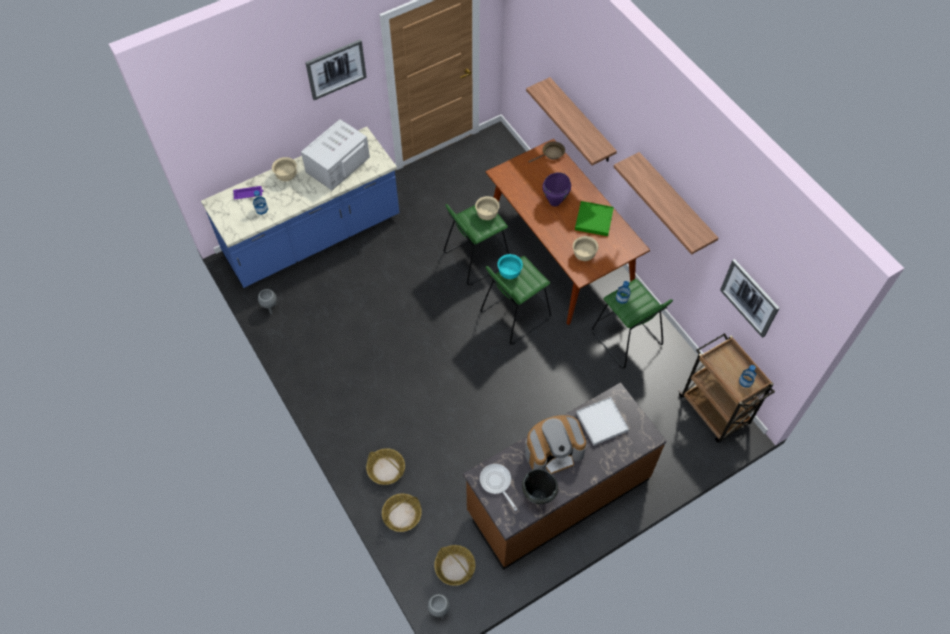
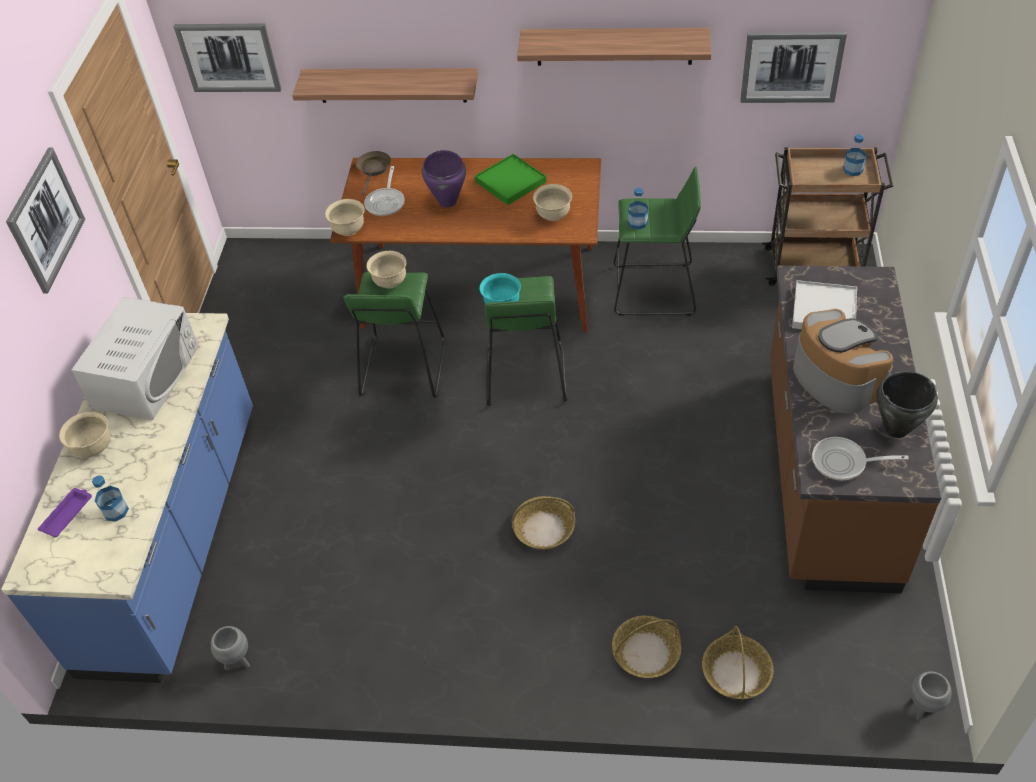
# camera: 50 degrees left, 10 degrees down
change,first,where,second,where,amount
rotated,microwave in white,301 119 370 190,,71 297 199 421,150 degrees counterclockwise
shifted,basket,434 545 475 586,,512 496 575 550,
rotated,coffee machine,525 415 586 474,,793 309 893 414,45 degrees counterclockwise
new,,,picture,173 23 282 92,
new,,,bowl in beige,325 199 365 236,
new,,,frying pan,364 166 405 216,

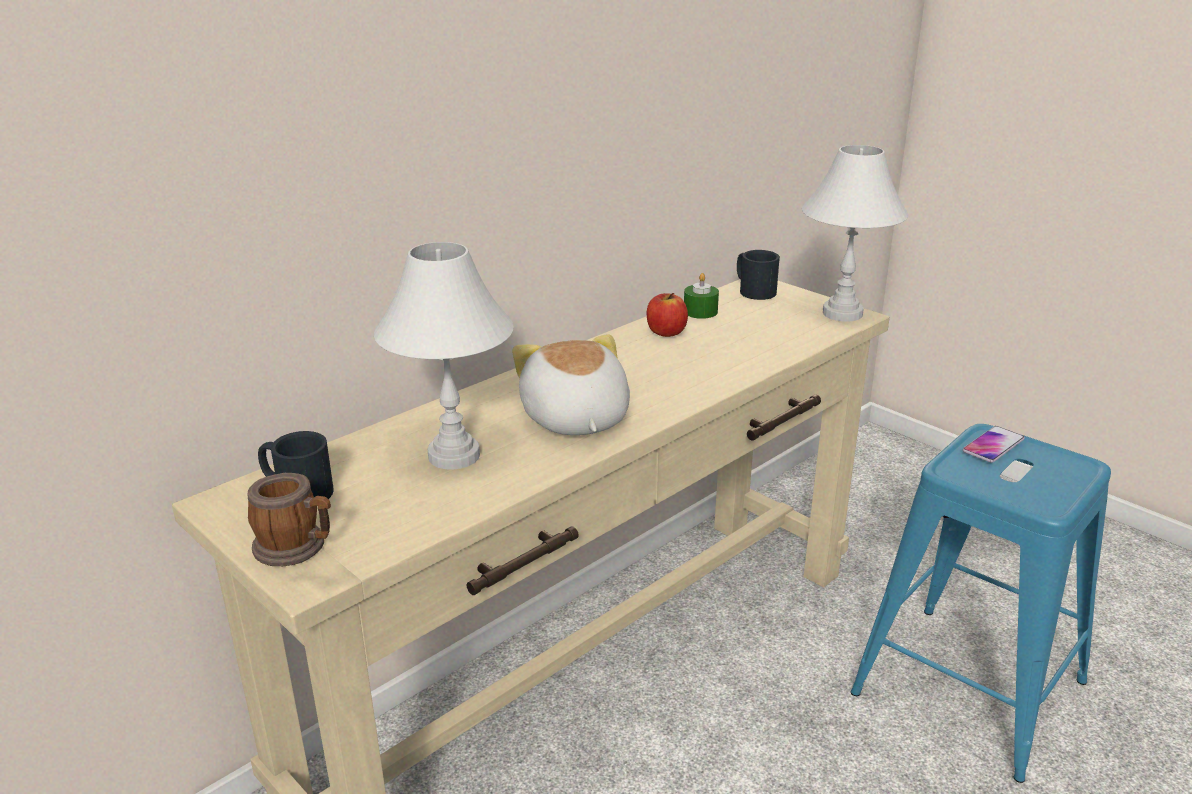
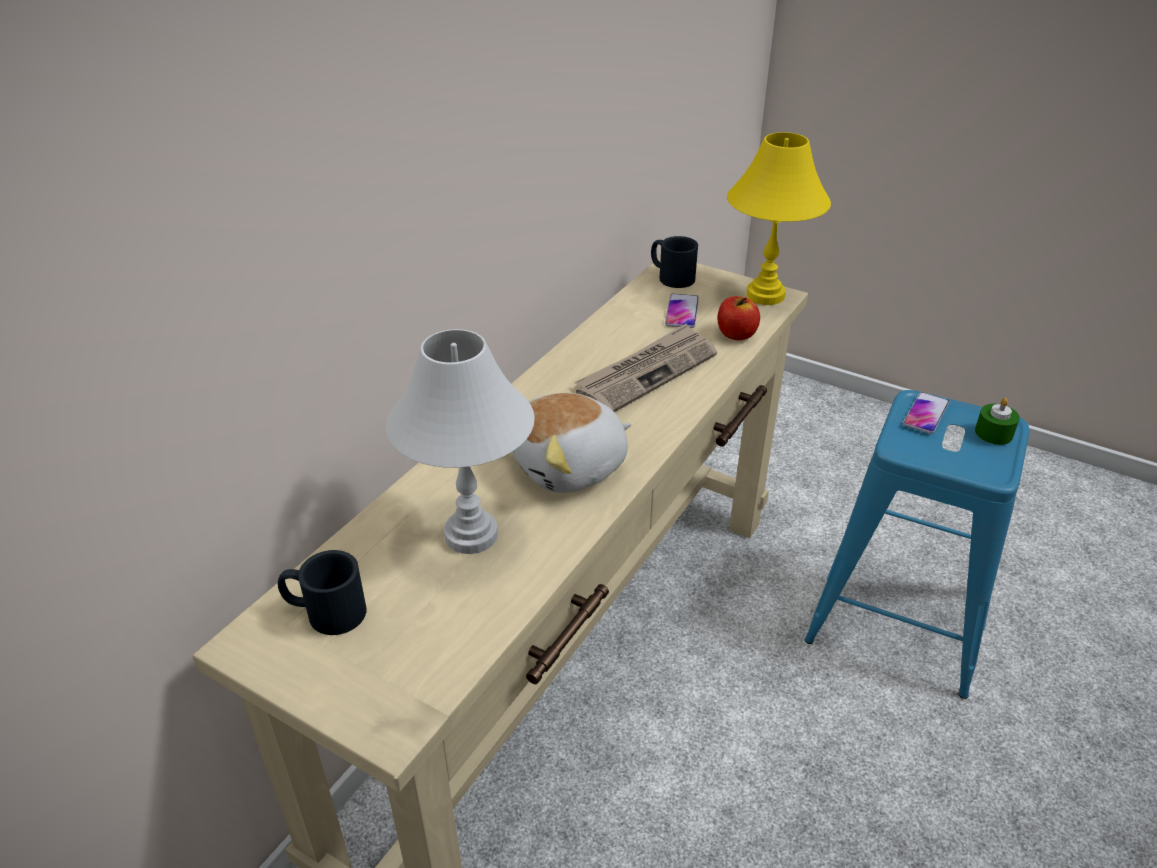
# camera: 15 degrees left, 10 degrees up
change,first,where,second,where,amount
gone,mug,247 473 331 566,,,
rotated,plush toy,512 334 630 435,,512 393 631 493,90 degrees counterclockwise
shifted,apple,647 293 688 337,,717 296 760 340,
shifted,candle in green,684 273 719 319,,975 398 1020 445,
repainted,table lamp in white,802 145 908 322,table lamp in yellow,727 132 831 305,
new,,,newspaper,574 323 717 412,
new,,,phone,665 293 699 328,

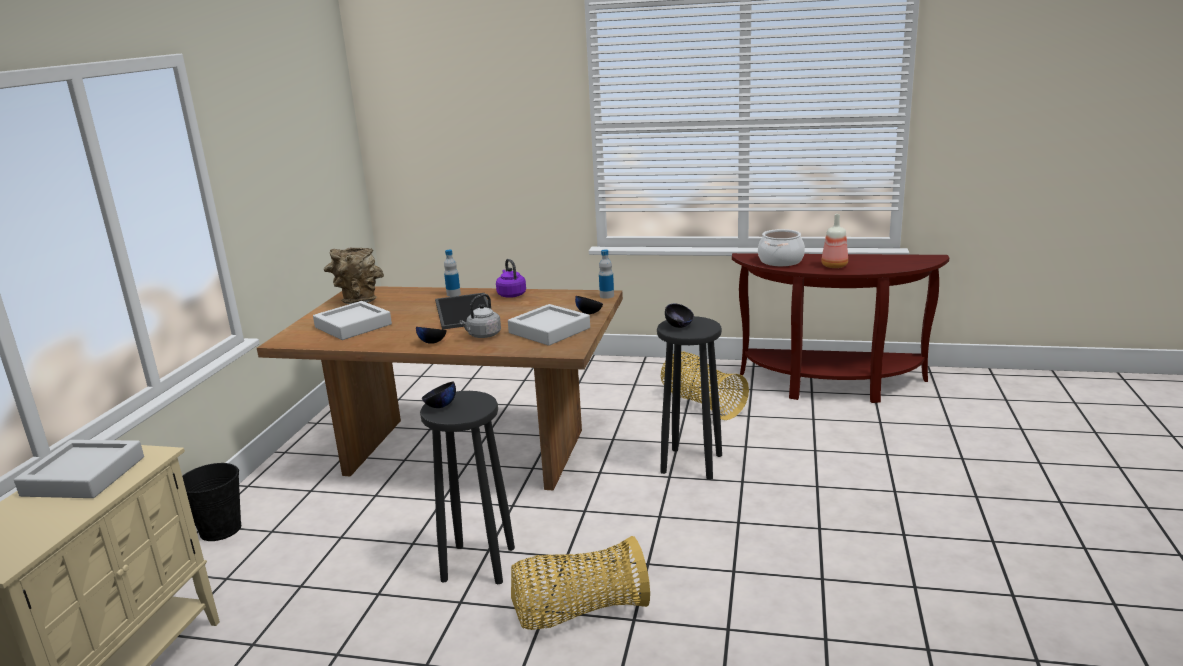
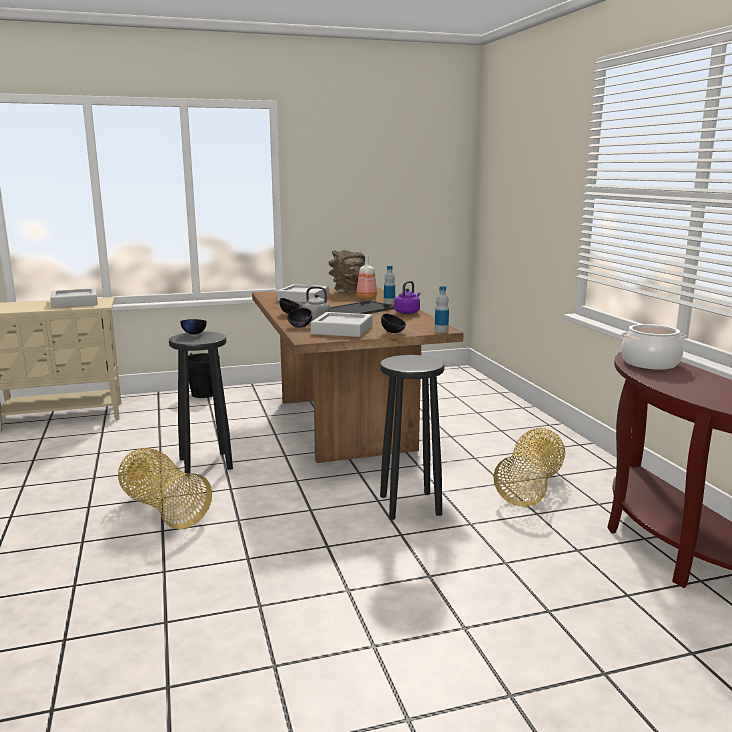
# camera: 60 degrees right, 5 degrees down
change,first,where,second,where,amount
shifted,bowl in black,665 304 694 328,,287 308 312 328,
shifted,bottle,821 214 848 268,,356 255 377 299,

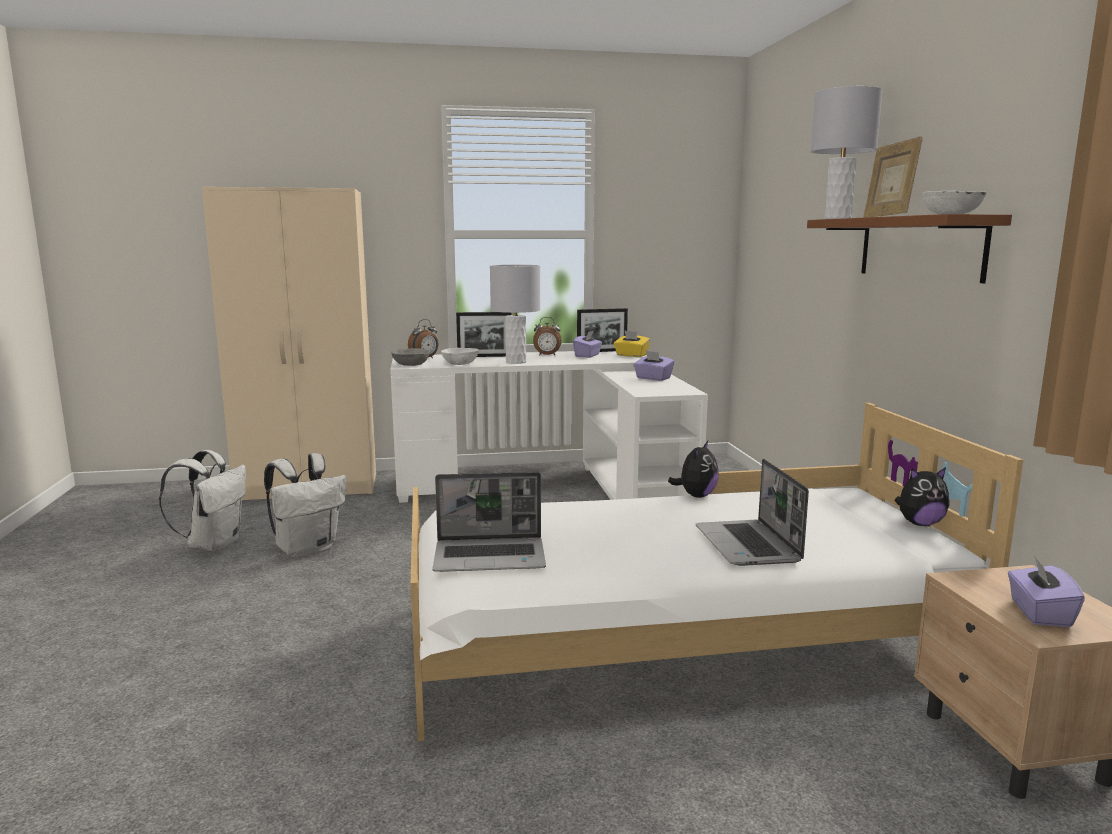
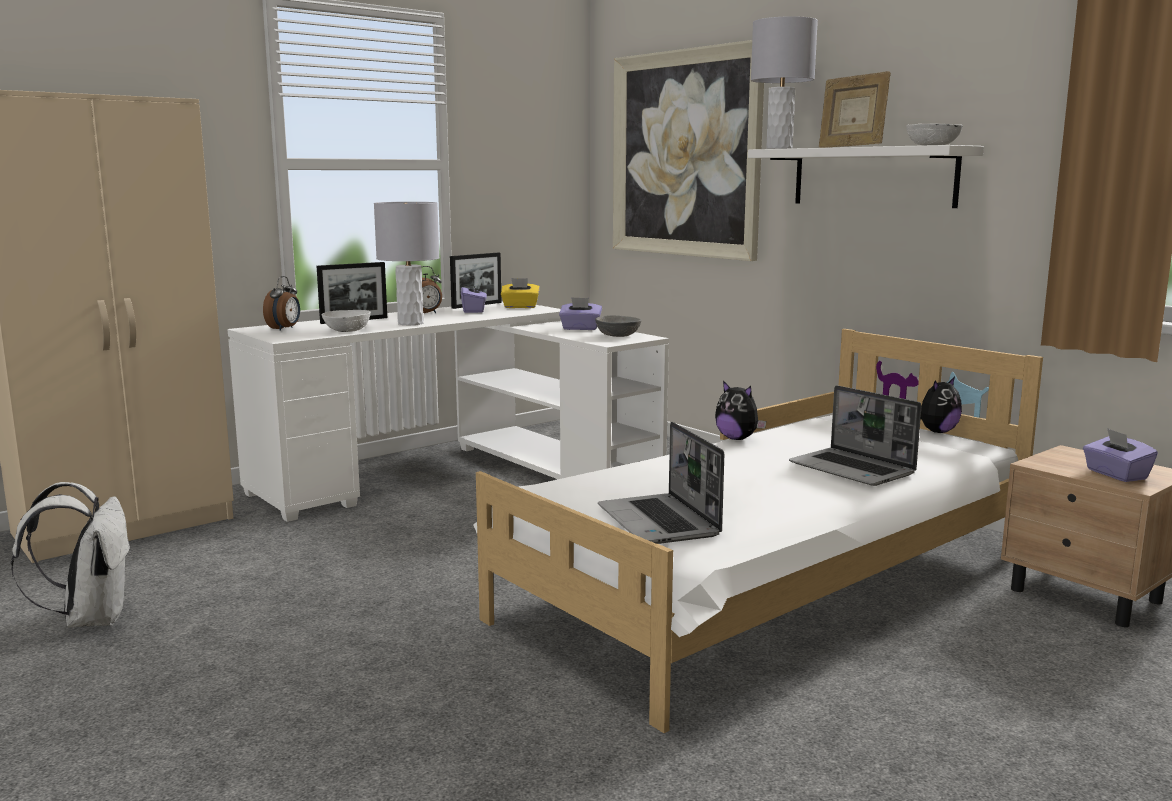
# camera: 30 degrees left, 0 degrees up
change,first,where,second,where,amount
gone,backpack in white,264 453 347 558,,,
shifted,bowl in grey,391 348 430 366,,595 315 642 337,
rotated,laptop,432 472 546 572,,598 422 724 544,105 degrees clockwise
rotated,plush toy,668 441 719 498,,715 381 766 440,135 degrees clockwise
repainted,shelf in brown,807 214 1012 283,shelf in white,748 145 984 208,
new,,,picture,613 40 764 261,

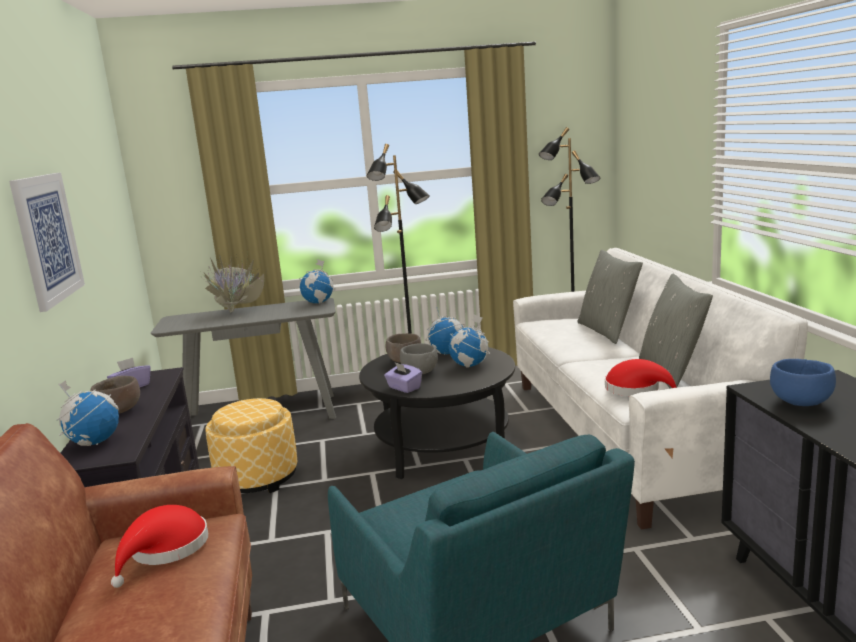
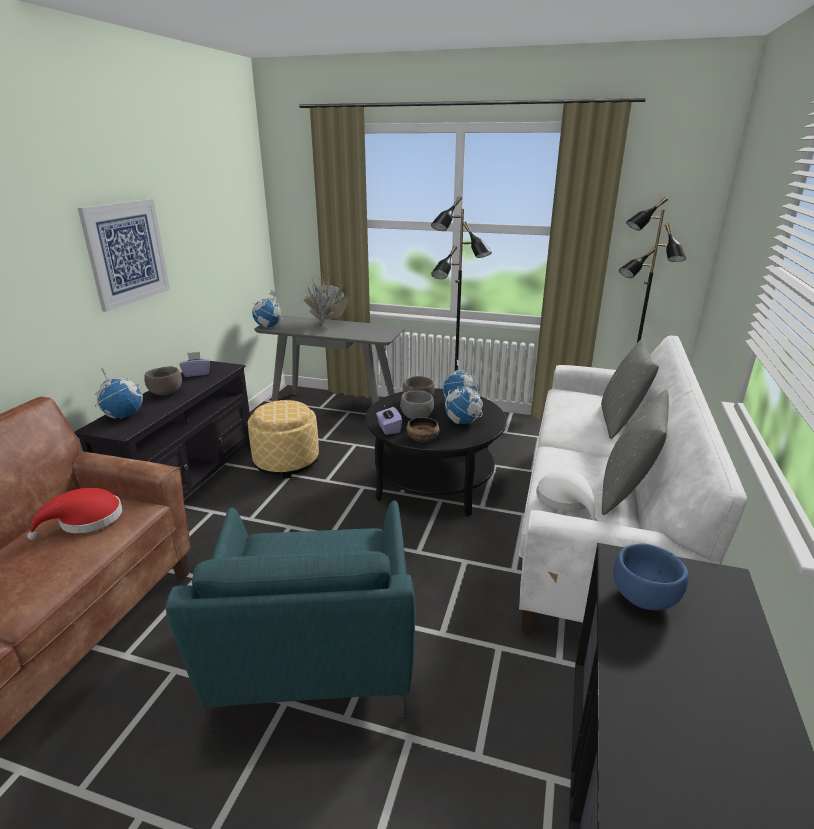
# camera: 25 degrees right, 10 degrees up
change,first,where,second,where,amount
shifted,globe,299 259 335 304,,252 289 282 328,
repainted,hat in red,605 359 677 396,hat in white,536 469 597 521,
new,,,bowl,406 417 439 442,

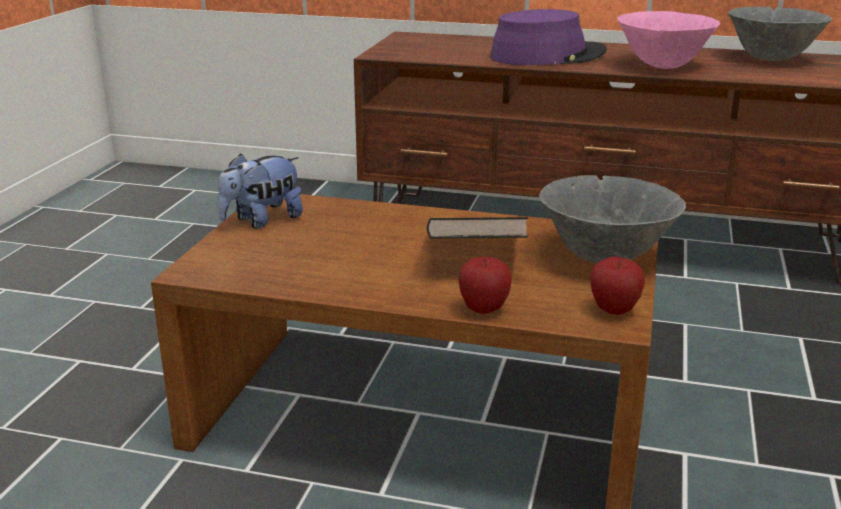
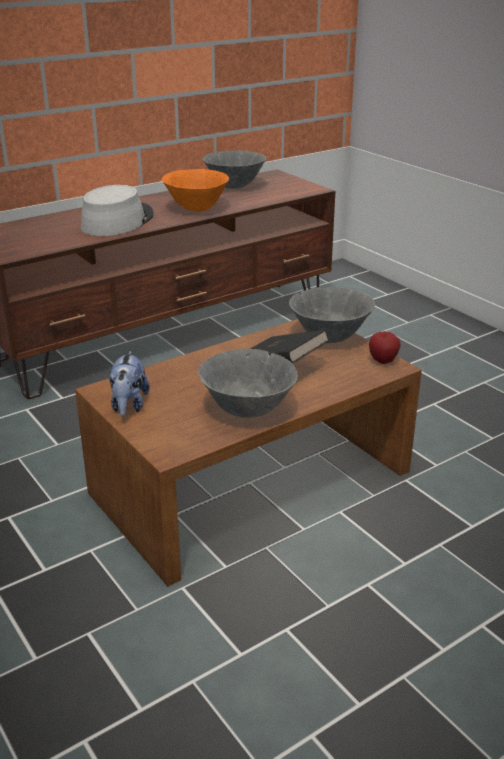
# camera: 50 degrees left, 5 degrees up
change,first,where,second,where,amount
gone,apple,458 257 512 314,,,
repainted,hat in purple,490 9 607 65,hat in grey,81 185 154 236,
repainted,bowl in pink,617 11 720 69,bowl in orange,162 169 229 212,
new,,,bowl in grey,198 349 298 418,

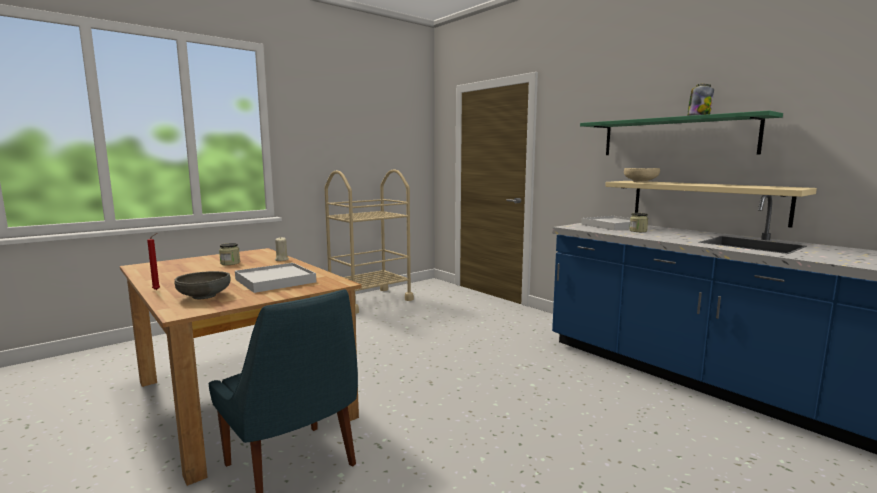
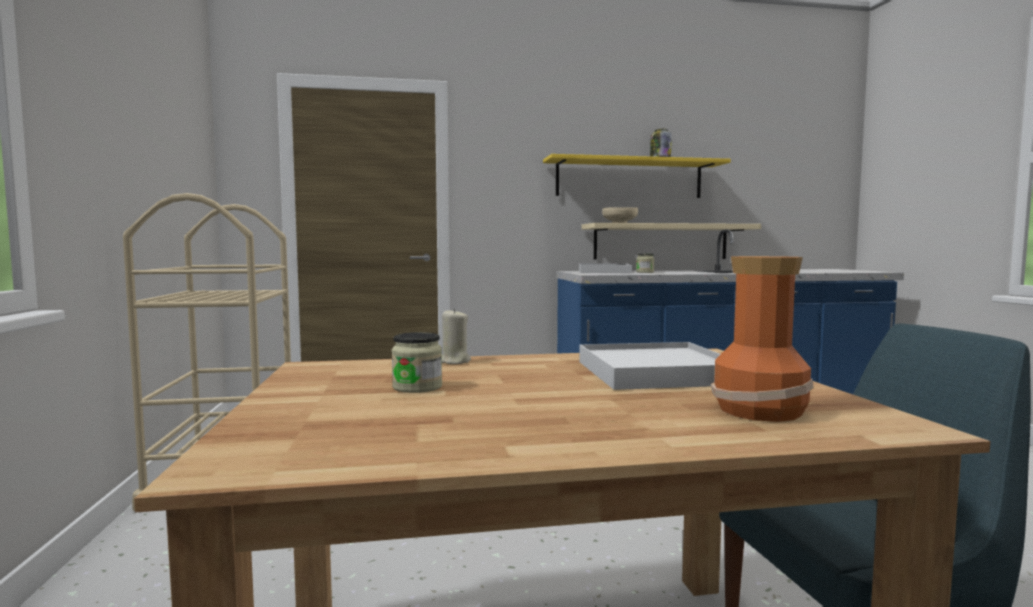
# camera: 60 degrees left, 5 degrees down
change,first,where,second,where,amount
gone,candle in red,147 233 160 290,,,
swapped,bowl in grey,175 271 231 299,vase,711 256 814 422,
repainted,shelf in green,580 111 783 155,shelf in yellow,543 154 731 198,

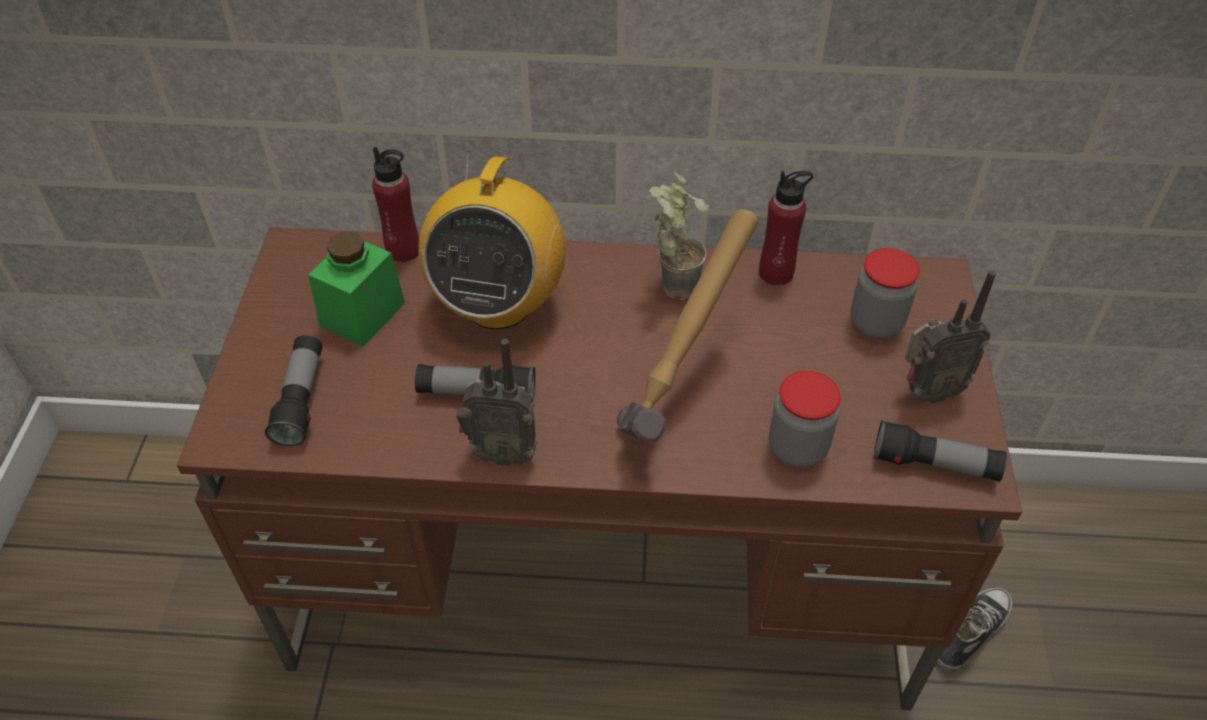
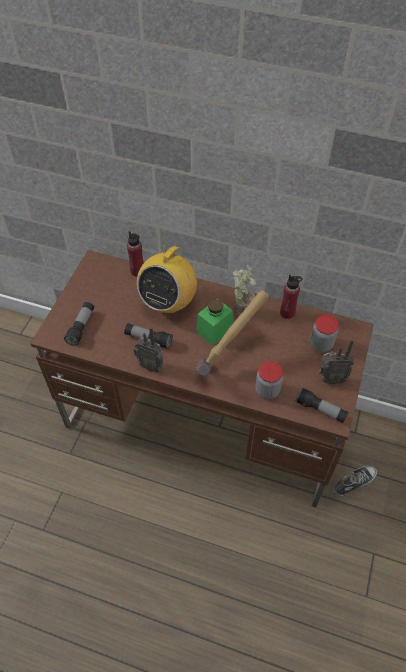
# camera: 15 degrees right, 5 degrees up
change,first,where,second,where,amount
shifted,jar in green,308 231 405 347,,196 299 233 346,

